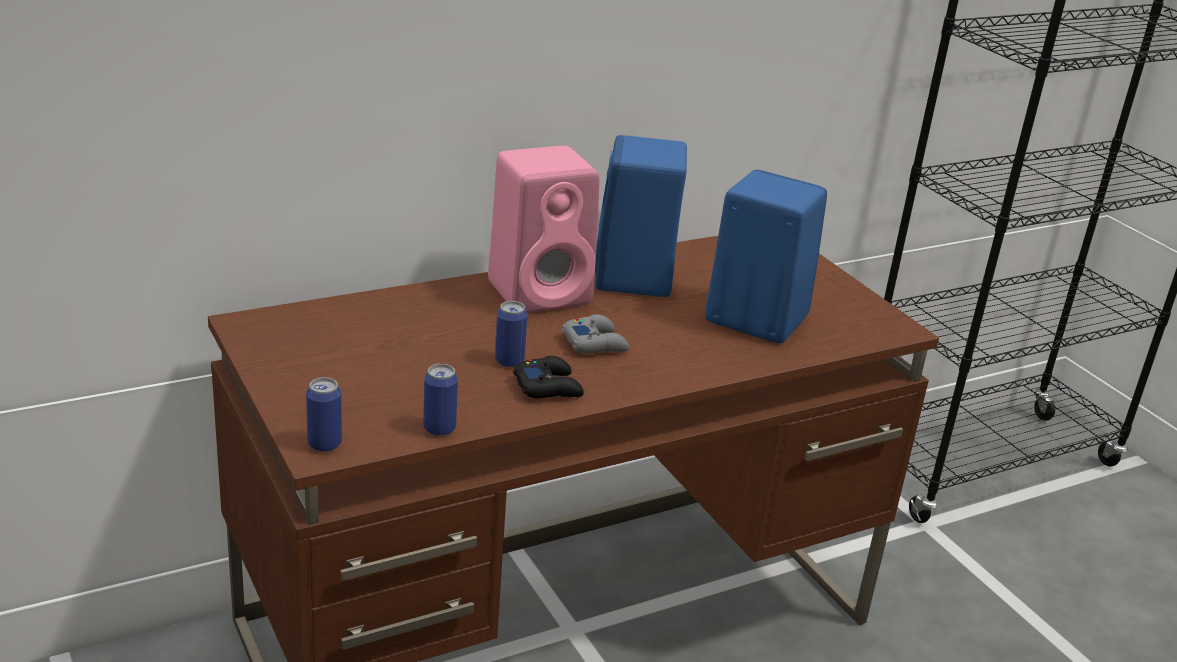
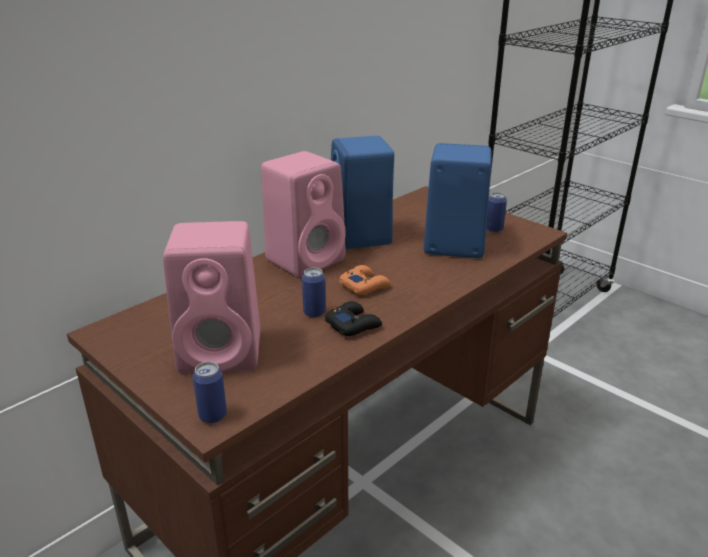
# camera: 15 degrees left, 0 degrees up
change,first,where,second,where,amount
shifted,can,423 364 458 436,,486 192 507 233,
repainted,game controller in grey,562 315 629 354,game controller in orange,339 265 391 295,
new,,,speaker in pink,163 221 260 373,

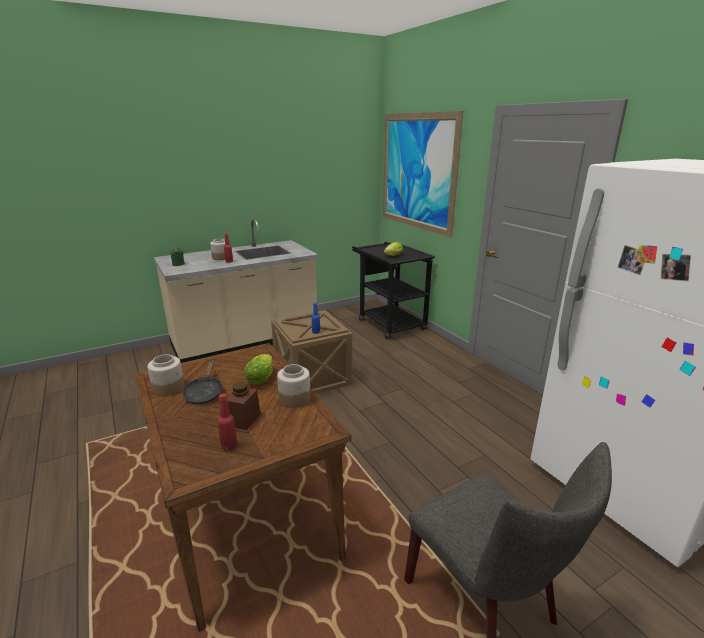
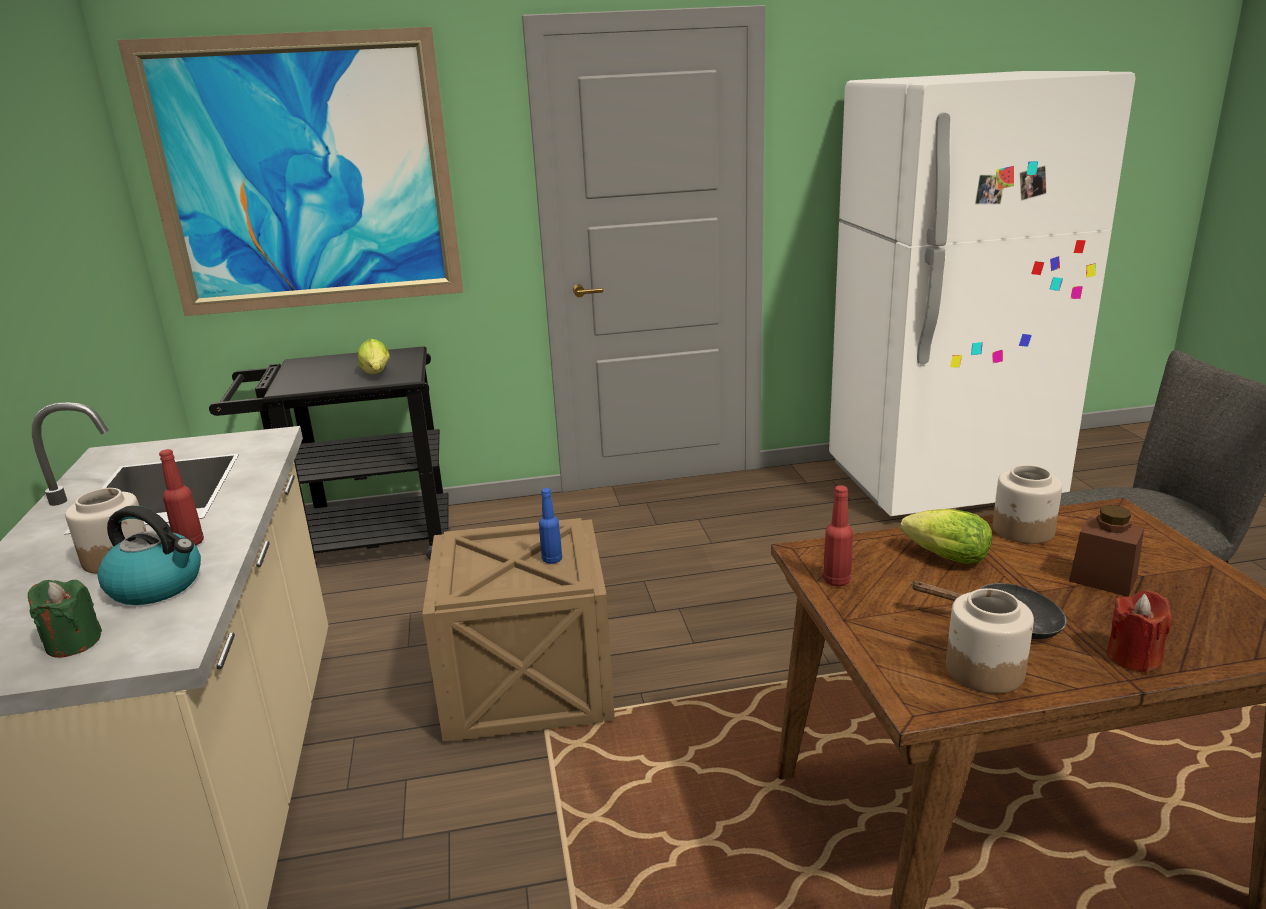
# camera: 70 degrees left, 0 degrees up
change,first,where,second,where,amount
shifted,bottle in red,218 394 237 451,,823 485 853 586,
new,,,kettle,98 506 201 605,
new,,,candle in red,1107 591 1172 673,

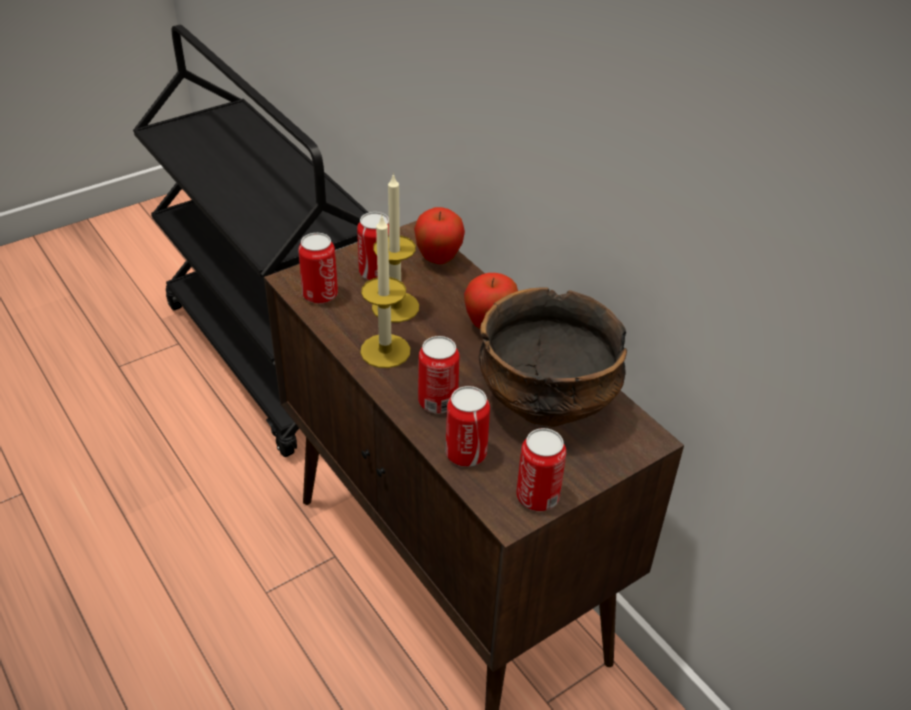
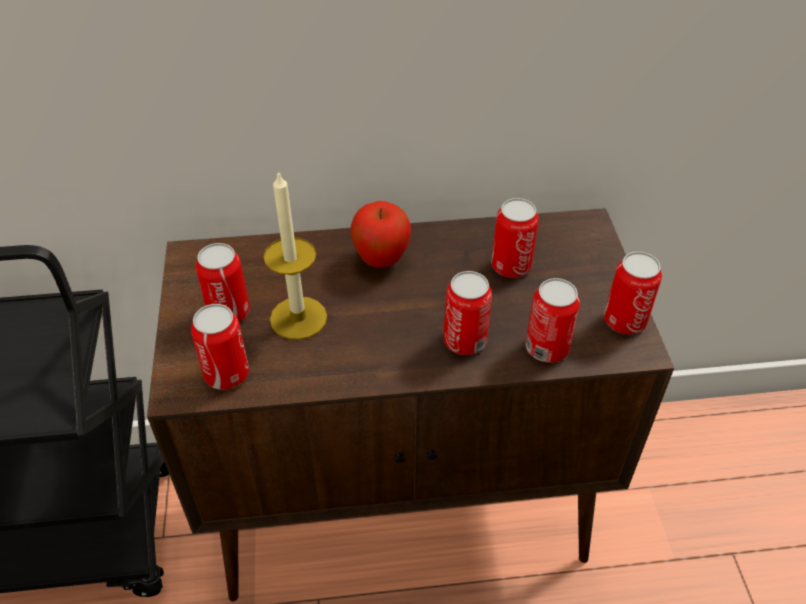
# camera: 60 degrees left, 5 degrees up
change,first,where,second,where,amount
gone,candle,360 215 410 368,,,
gone,apple,414 207 465 264,,,
swapped,bowl,479 287 627 427,can,491 198 539 278,

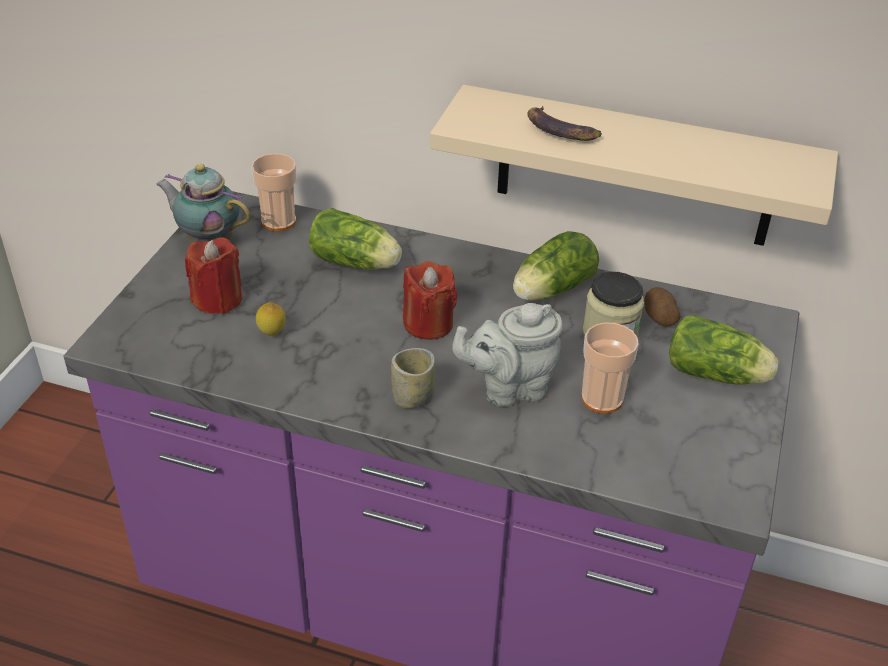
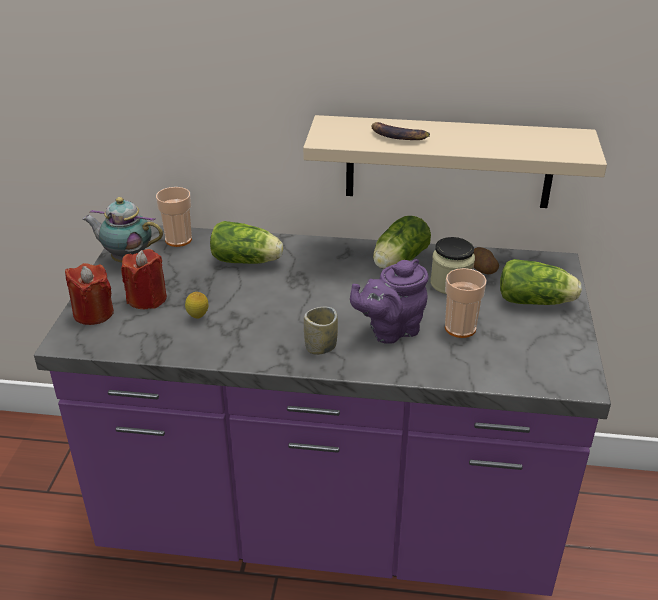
# camera: 10 degrees left, 5 degrees down
change,first,where,second,where,amount
shifted,candle in red,403 261 458 340,,65 263 114 325,
repainted,teapot in grey,452 303 563 407,teapot in purple,350 259 429 344,

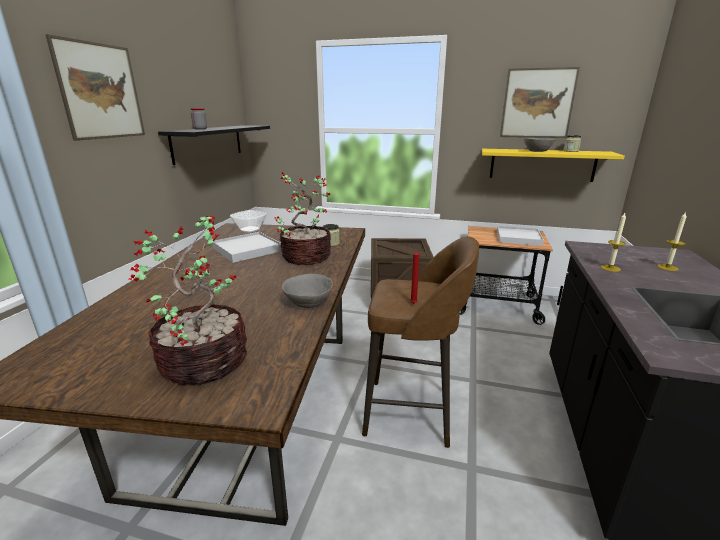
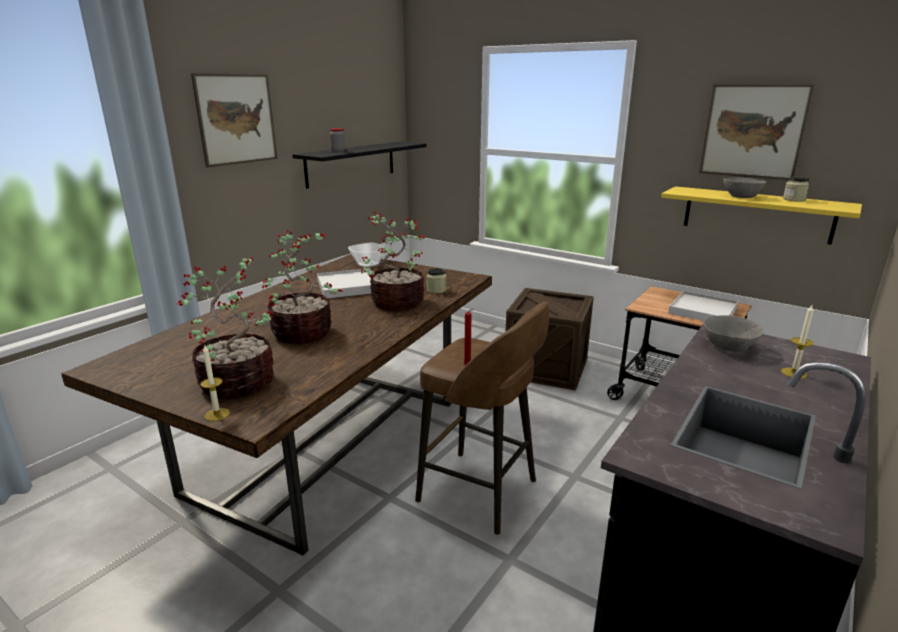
# camera: 20 degrees right, 0 degrees up
change,first,where,second,where,amount
shifted,bowl in grey,282 274 333 308,,703 315 764 352,
shifted,candle,600 213 626 272,,200 344 230 421,
new,,,potted plant,262 229 343 344,

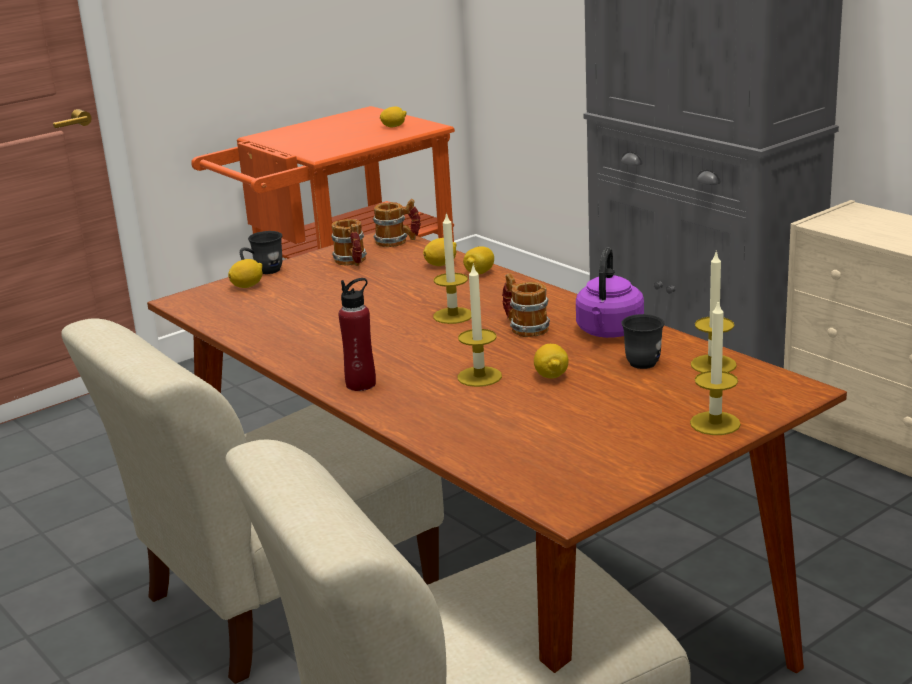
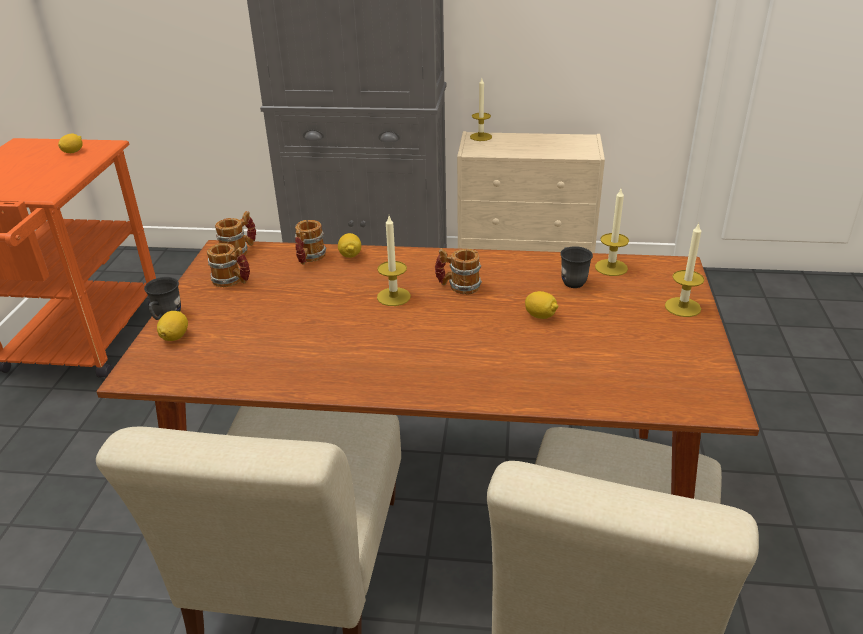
# camera: 45 degrees left, 10 degrees up
change,first,where,second,where,amount
gone,bottle in red,338 278 376 391,,,
swapped,lemon,423 238 457 266,mug,295 220 326 265,
shifted,candle,458 263 502 387,,470 78 492 141,
gone,kettle in purple,576 247 644 338,,,

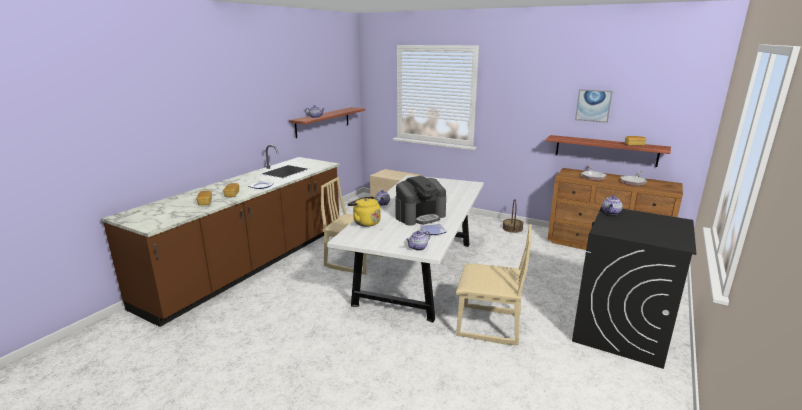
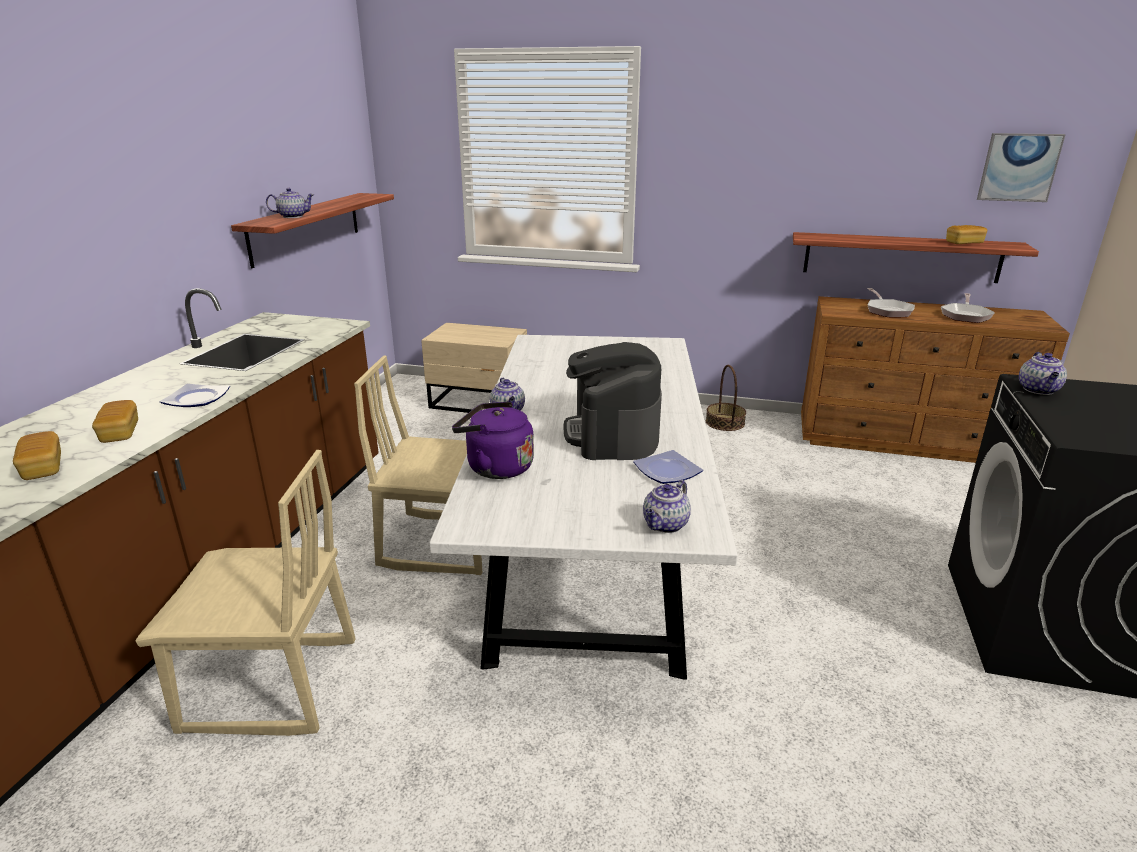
# camera: 15 degrees left, 5 degrees up
change,first,where,second,where,amount
repainted,kettle in yellow,348 197 381 227,kettle in purple,452 402 534 479,
rotated,coffee machine,395 176 446 226,,564 342 662 460,135 degrees clockwise
shifted,chair in beige,456 224 532 345,,135 450 356 736,
shifted,picture,575 89 612 123,,977 133 1066 202,

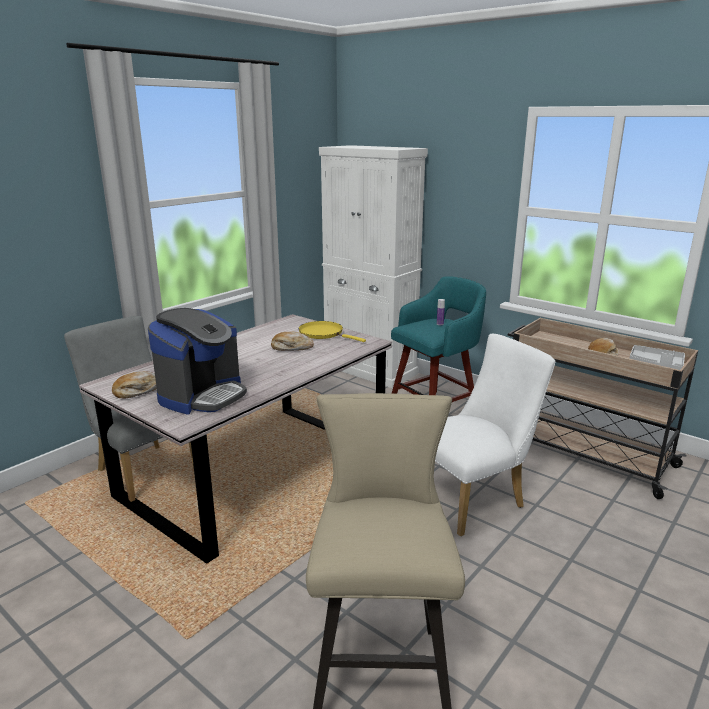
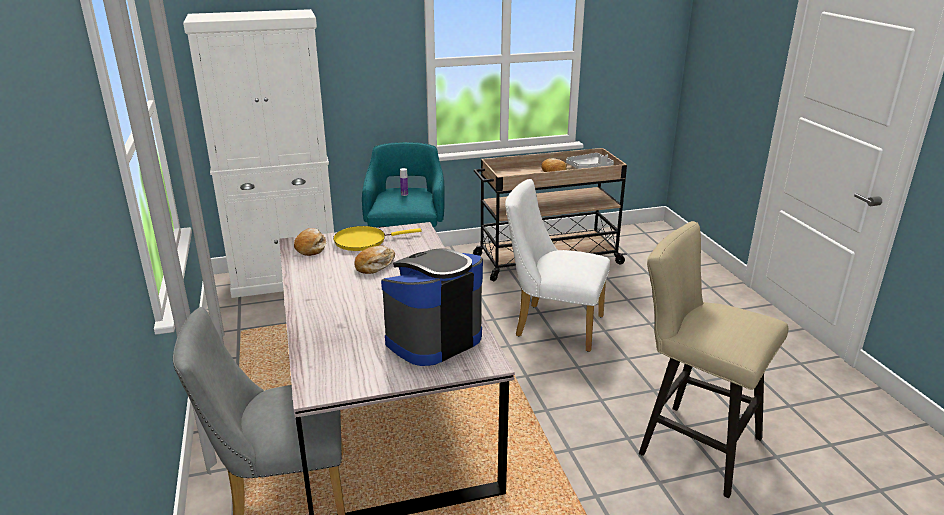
# camera: 55 degrees left, 5 degrees up
change,first,where,second,where,amount
shifted,bread,112 372 157 398,,294 228 326 256,
rotated,coffee machine,148 308 247 415,,381 249 483 366,105 degrees counterclockwise
rotated,chair in white,435 334 555 536,,505 179 610 352,75 degrees counterclockwise

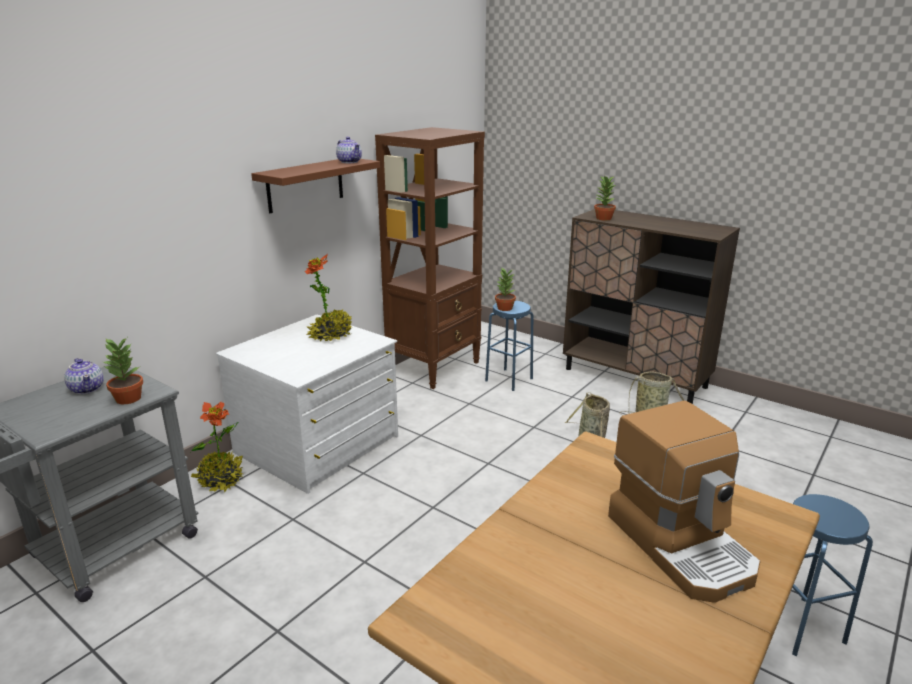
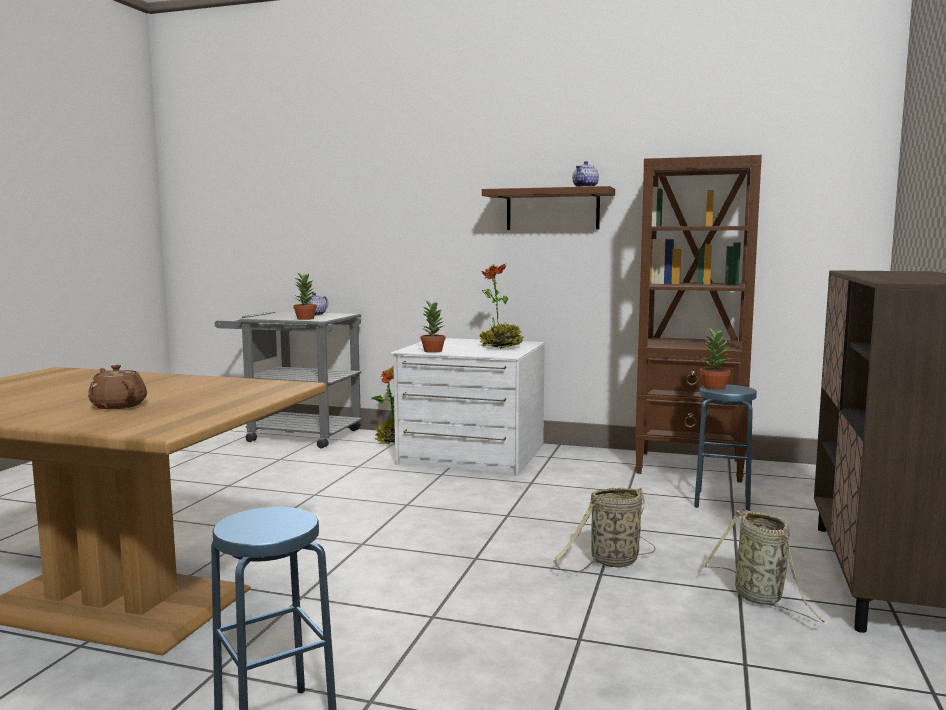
# camera: 70 degrees right, 15 degrees down
change,first,where,second,where,amount
shifted,potted plant,594 175 616 220,,420 299 446 353,
swapped,coffee machine,608 400 761 603,teapot in brown,88 365 147 409,

